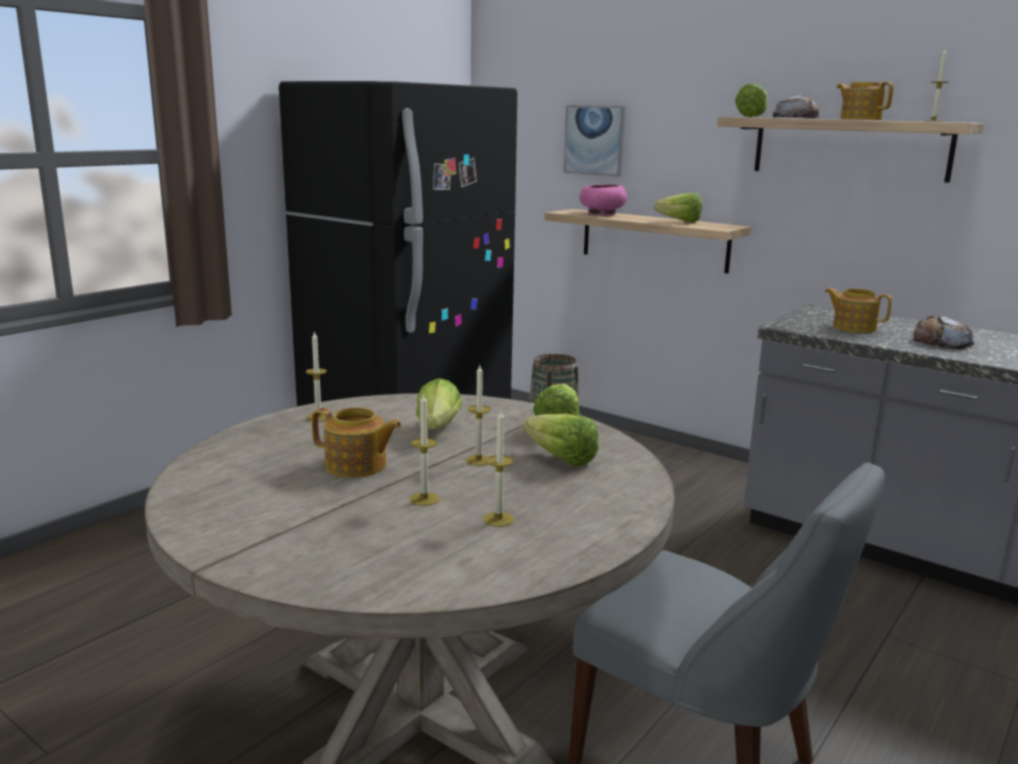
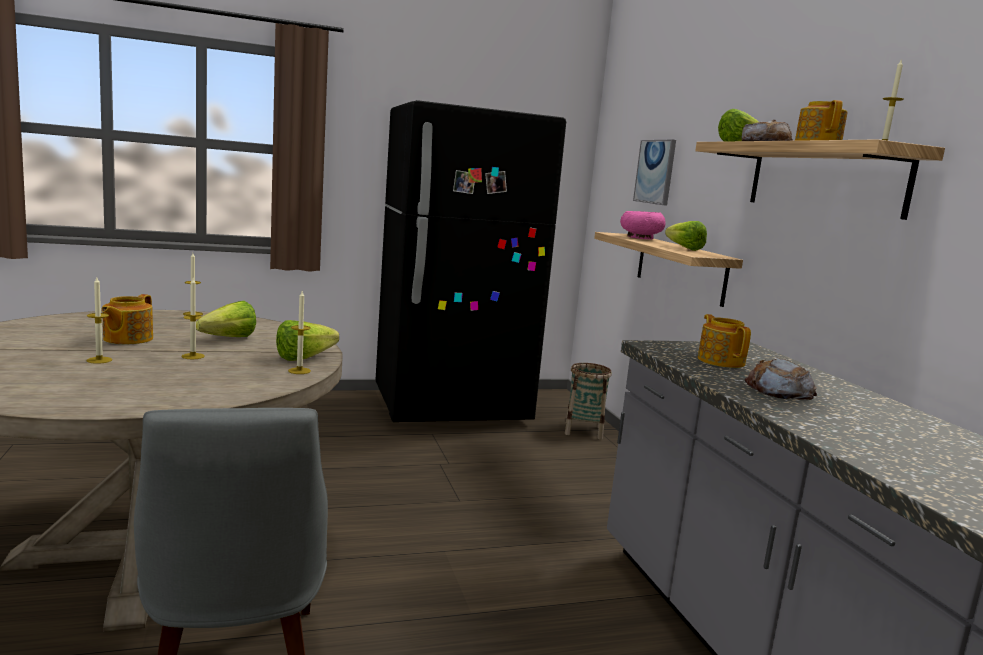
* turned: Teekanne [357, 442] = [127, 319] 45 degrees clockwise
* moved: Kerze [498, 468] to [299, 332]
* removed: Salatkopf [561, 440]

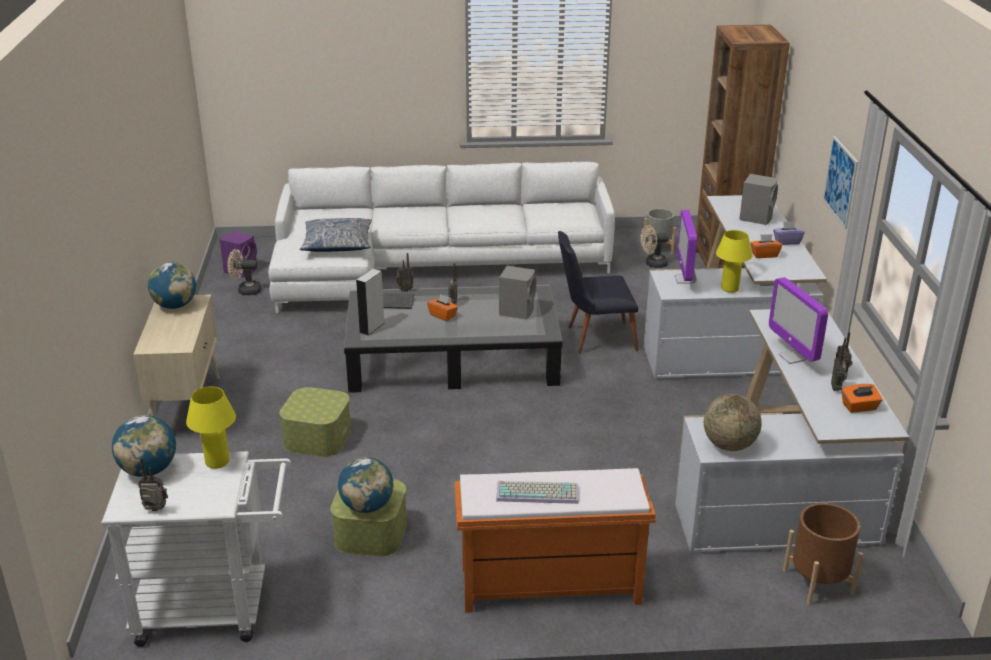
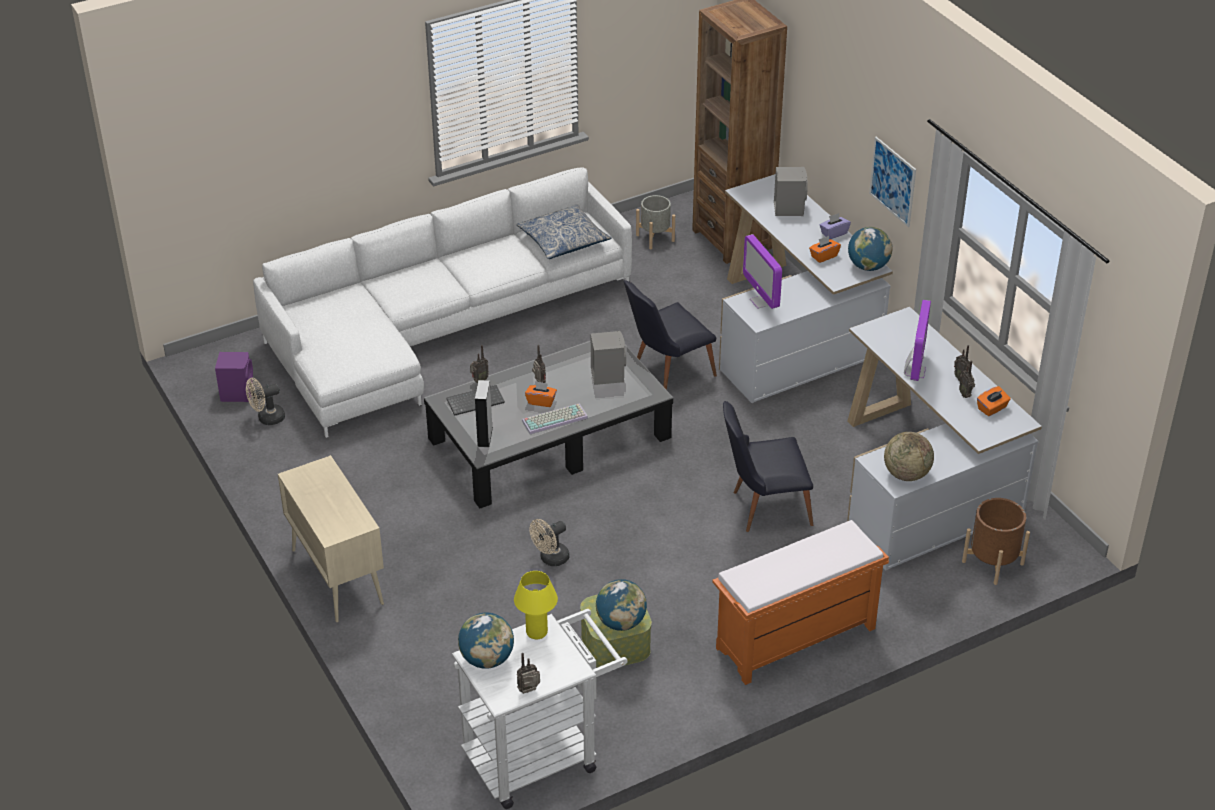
* moved: Globus [172, 285] to [870, 249]
* removed: Aufbewahrungsbox [315, 422]
* moved: Kissen [336, 235] to [564, 231]
* moved: Tastatur [537, 492] to [555, 418]
* moved: Ventilator/beige [654, 246] to [549, 542]
* removed: Tischlampe/gelb [734, 261]
* turned: Monitor [798, 320] = [917, 340] 120 degrees counterclockwise
* added: Stuhl/schwarz [768, 466]

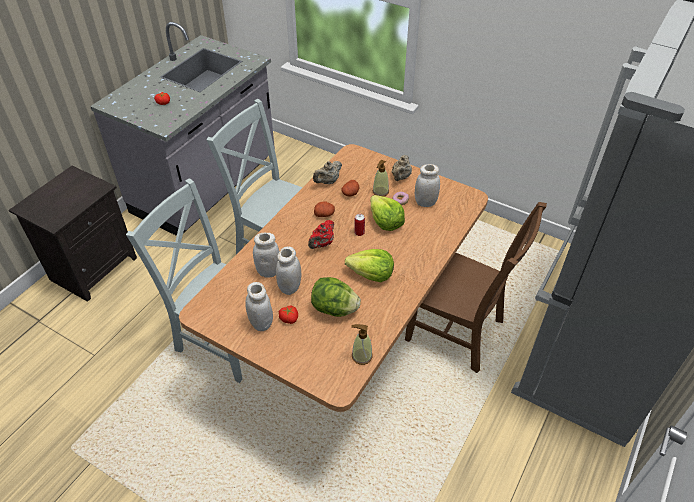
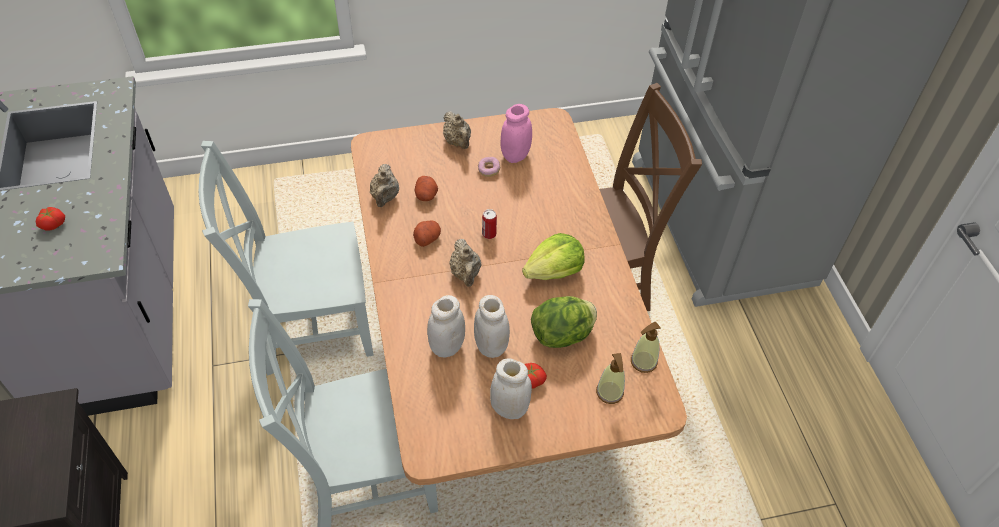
* recoloured: Teekanne/rot [321, 234] to Teekanne/beige [465, 263]
* removed: Salatkopf [387, 213]
* moved: Seifenspender [381, 178] to [610, 378]
* recoloured: Vorratsglas/weiß [427, 185] to Vorratsglas/rosa [516, 133]

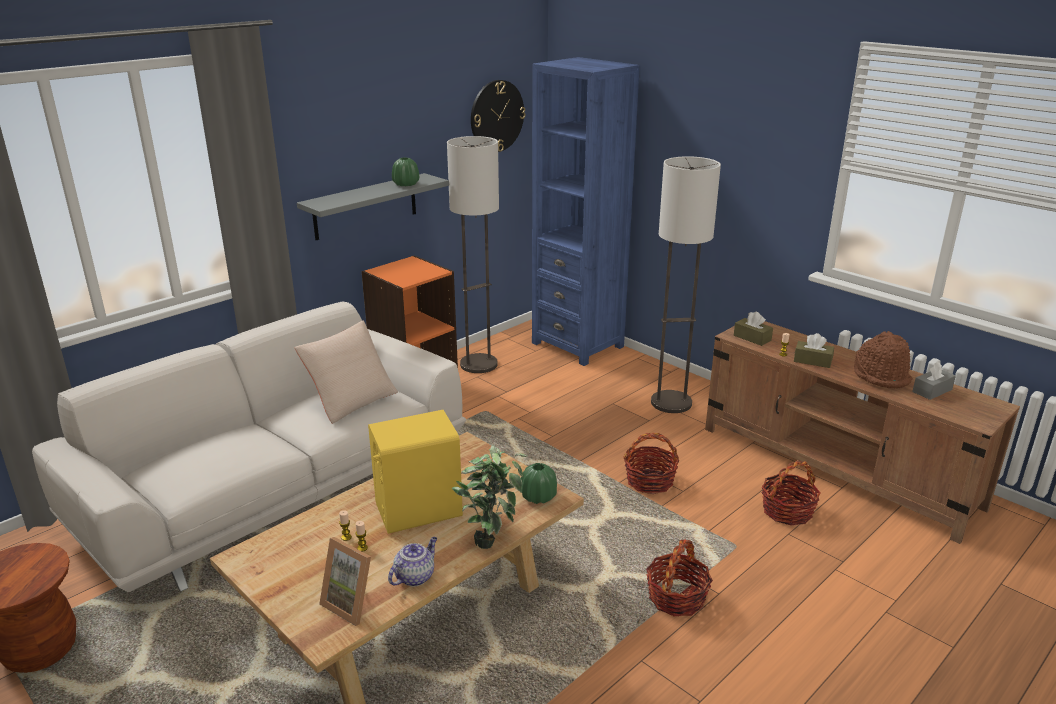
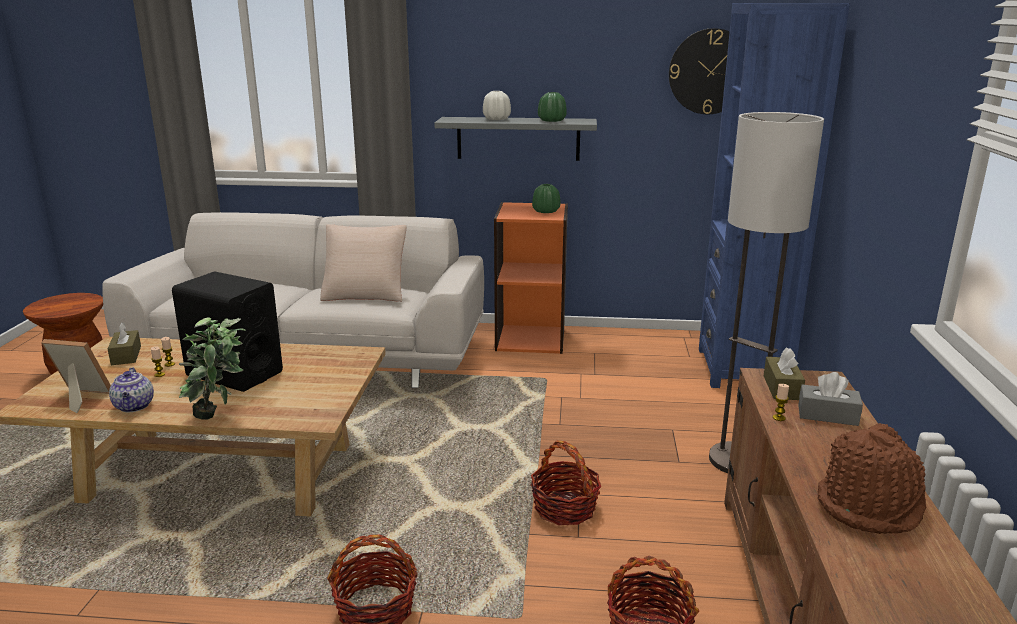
* turned: Bilderrahmen [345, 581] = [76, 376] 105 degrees clockwise
* recoloured: Lautsprecher/gelb [415, 472] to Lautsprecher/schwarz [227, 331]
* turned: Teekanne [412, 562] = [131, 389] 75 degrees clockwise
* removed: Stehlampe [473, 254]
* moved: Vase/grün [539, 483] to [546, 198]
* moved: Taschentuchbox/braun [814, 350] to [124, 343]
* moved: Taschentuchbox/grau [934, 381] to [830, 399]
* added: Vase/weiß [497, 105]

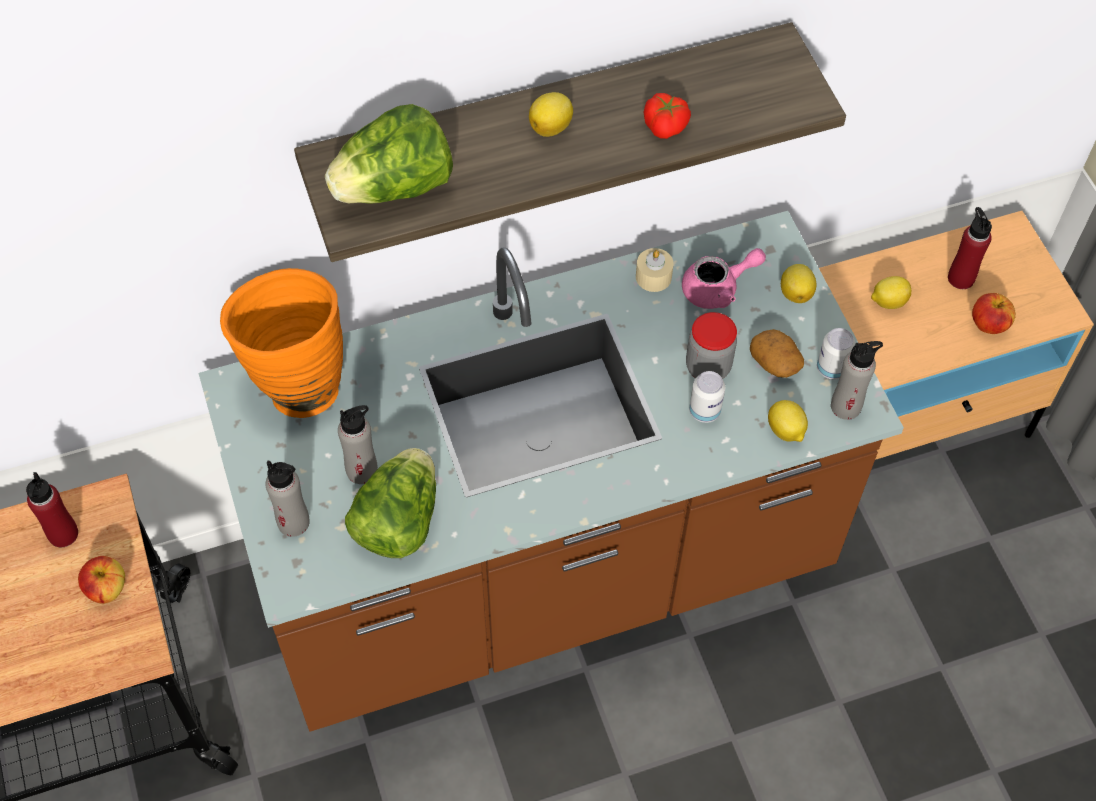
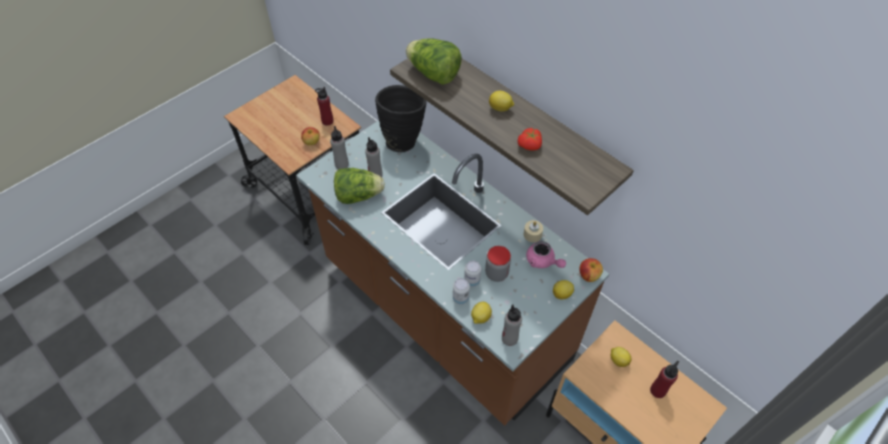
* recoloured: Vase/orange [281, 343] to Vase/schwarz [401, 118]
* removed: Kartoffel [777, 353]
* moved: Dose [836, 354] to [461, 291]
* moved: Apfel [994, 313] to [591, 270]

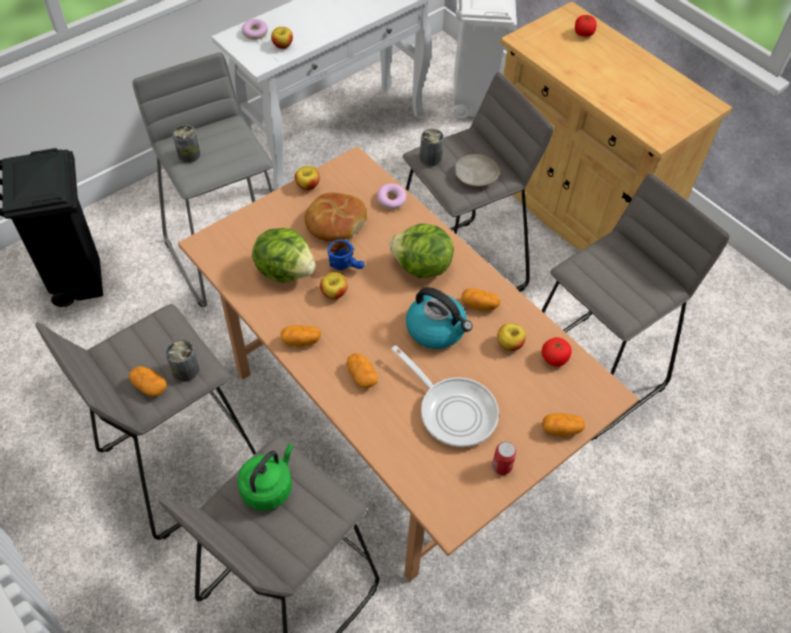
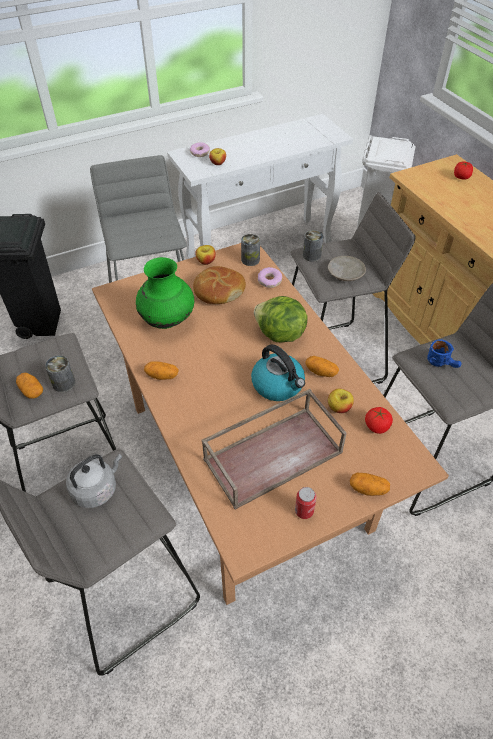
* moved: Dose [186, 144] to [250, 250]
* recoloured: Wasserkessel/grün [265, 477] to Wasserkessel/grau [94, 481]
* replaced: Salatkopf [284, 255] to Vase/grün [165, 293]
* removed: Apfel [334, 285]
* moved: Henkelbecher/blau [346, 254] to [444, 353]
* removed: Kartoffel [362, 371]
* replaced: Pfanne [445, 396] to Tablett/braun [274, 449]

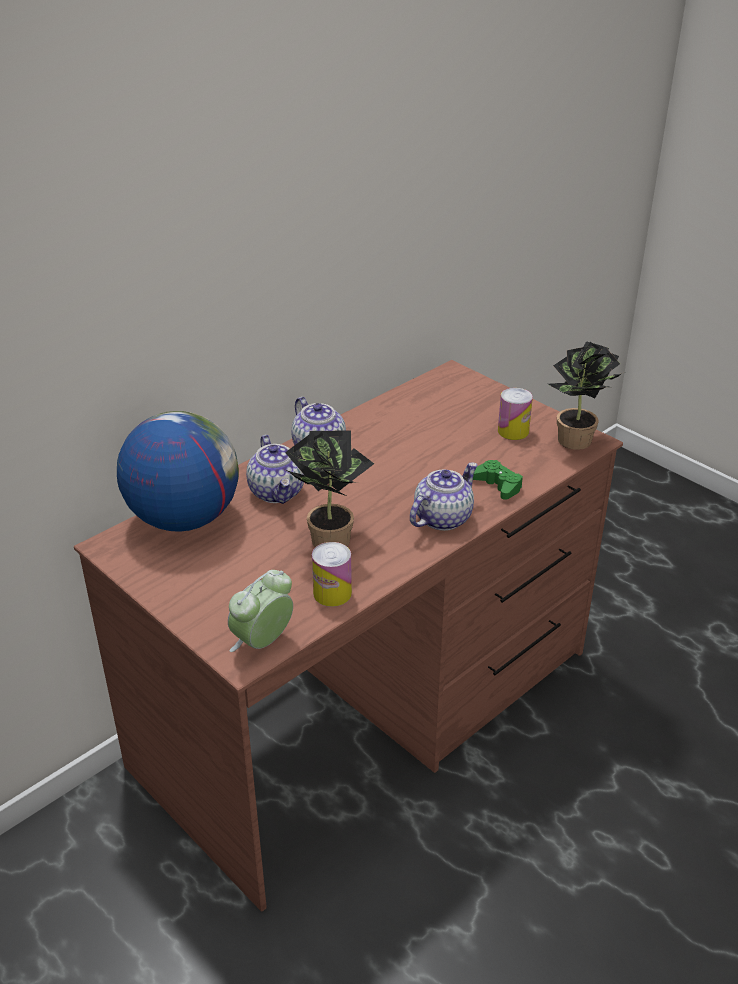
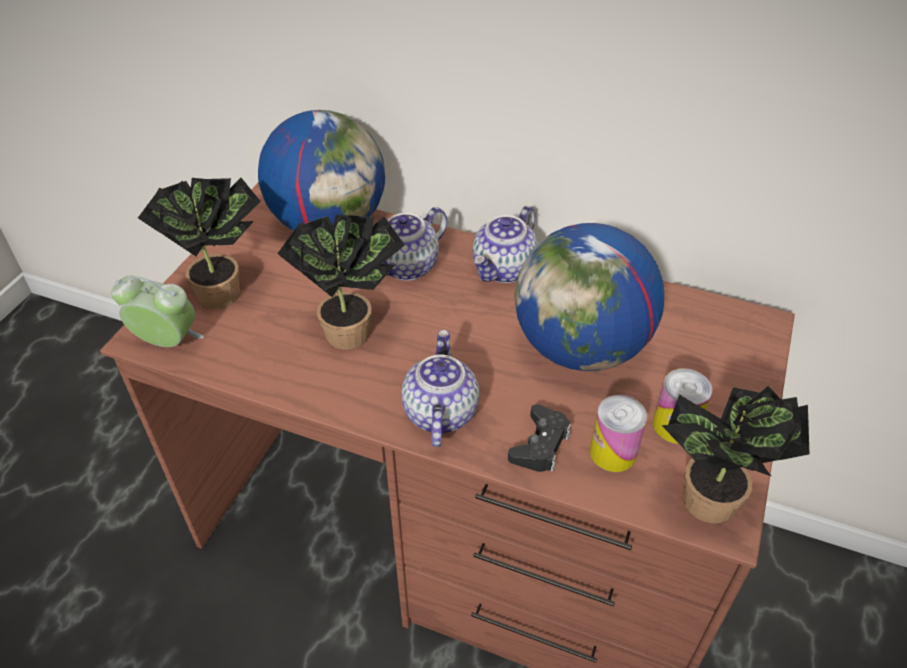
* moved: Dose [332, 574] to [618, 433]
* turned: Teekanne [444, 496] = [440, 388] 105 degrees counterclockwise
* recoloured: Gamepad/grün [498, 480] to Gamepad/schwarz [539, 438]
* added: Topfpflanze [199, 243]
* added: Globus [589, 297]

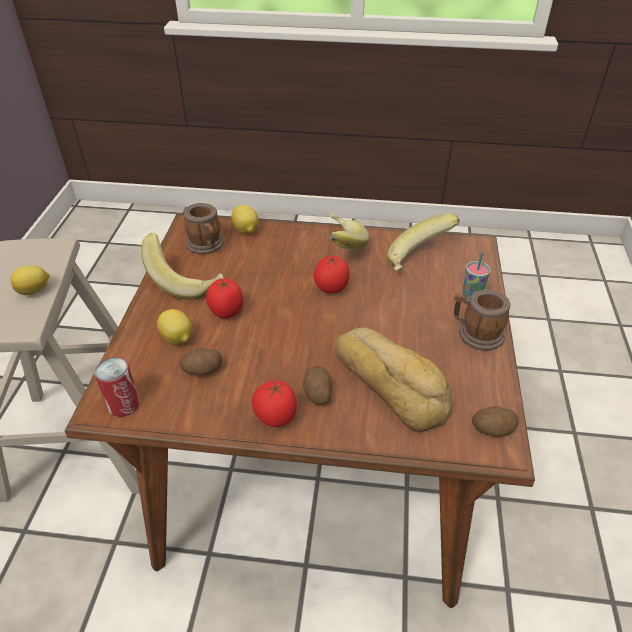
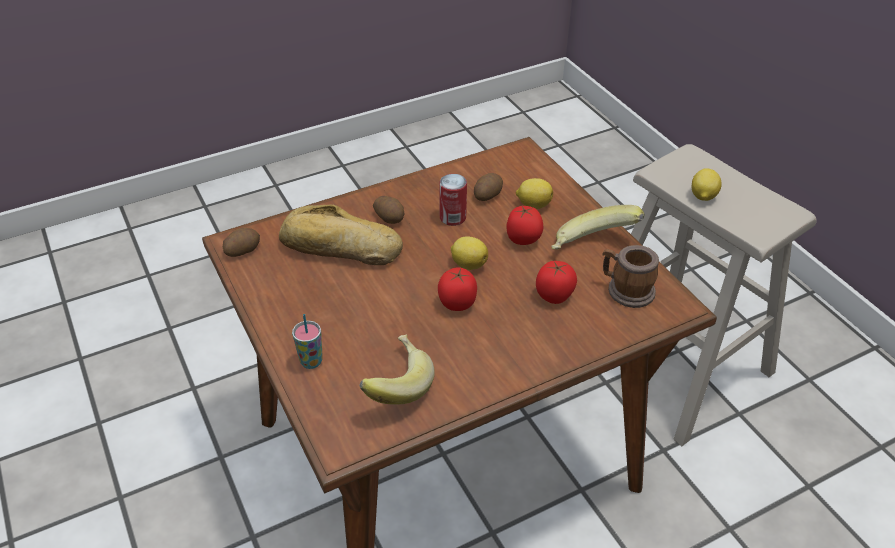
* moved: Dose [117, 387] to [453, 200]
* moved: Zitrone [245, 219] to [469, 253]
* moved: Tomate [274, 403] to [556, 282]
* removed: Banane [349, 232]
* removed: Henkelbecher [482, 320]

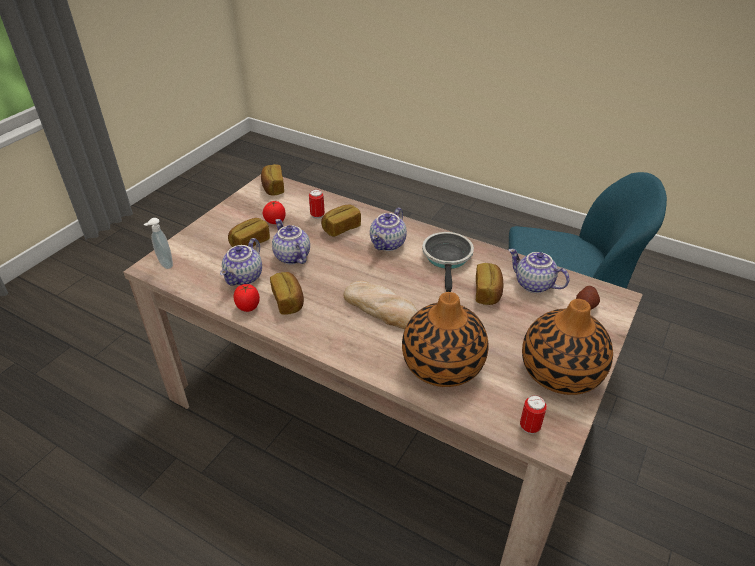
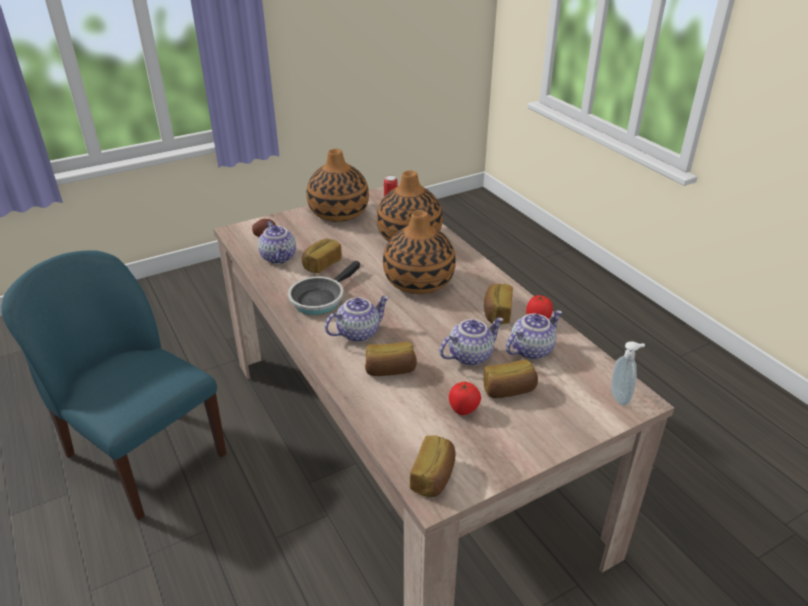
* turned: Teekanne [291, 241] = [471, 341] 120 degrees counterclockwise
* removed: Dose [317, 204]
* replaced: Brot [381, 305] to Vase [419, 252]

